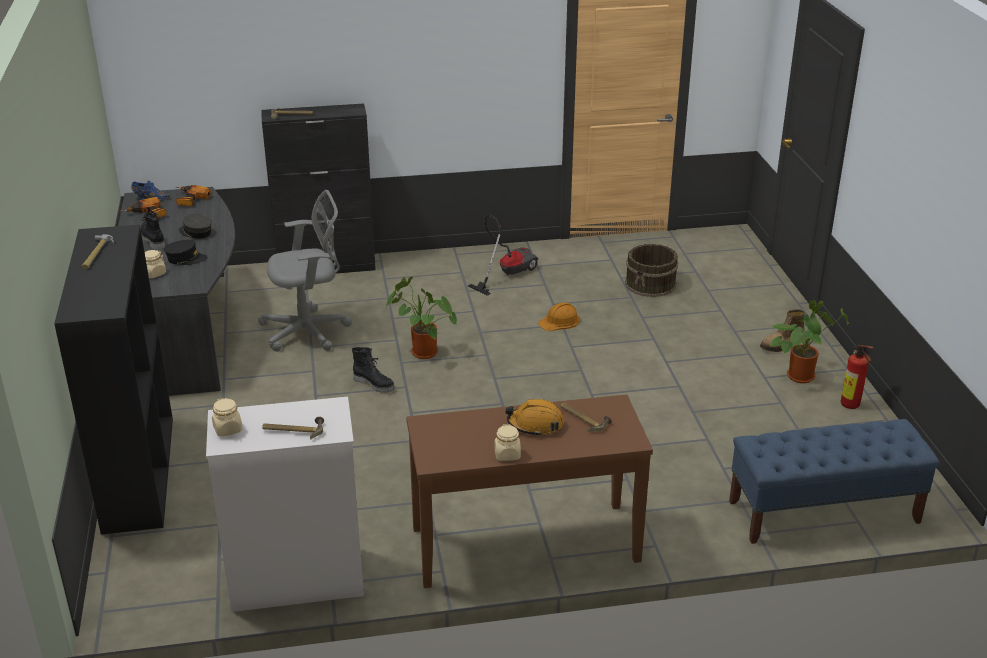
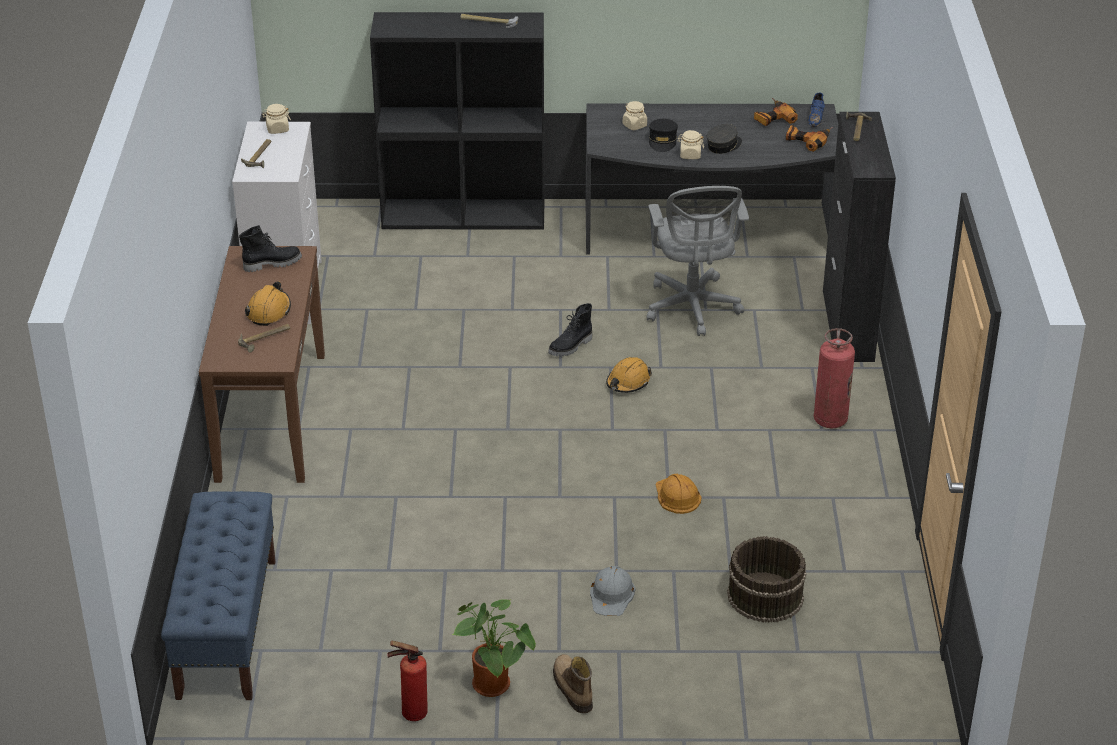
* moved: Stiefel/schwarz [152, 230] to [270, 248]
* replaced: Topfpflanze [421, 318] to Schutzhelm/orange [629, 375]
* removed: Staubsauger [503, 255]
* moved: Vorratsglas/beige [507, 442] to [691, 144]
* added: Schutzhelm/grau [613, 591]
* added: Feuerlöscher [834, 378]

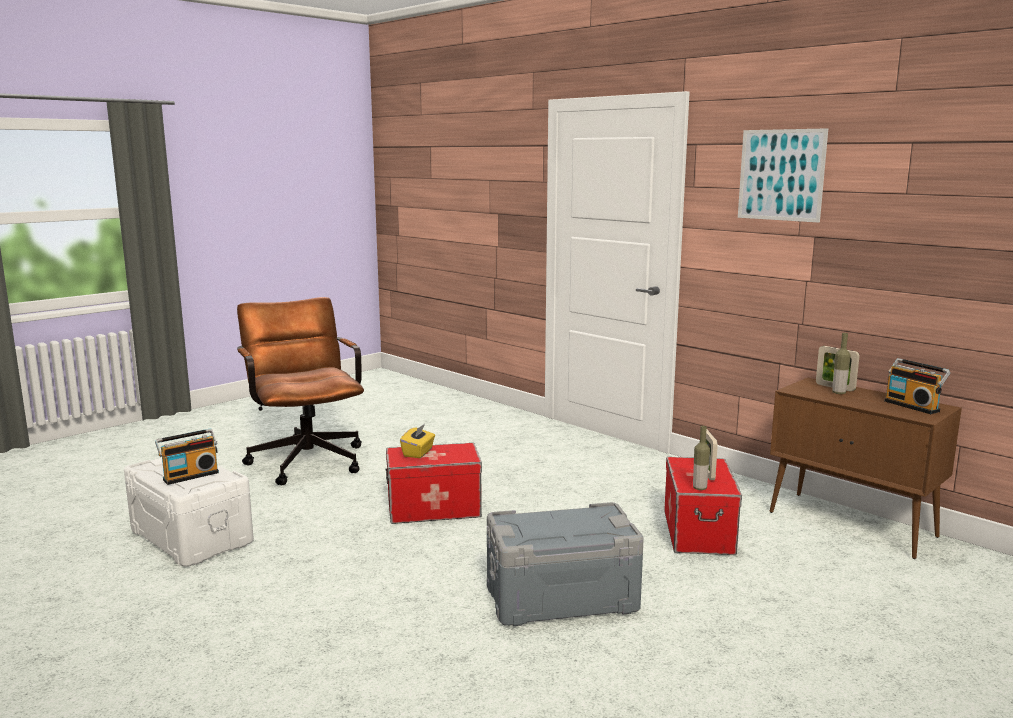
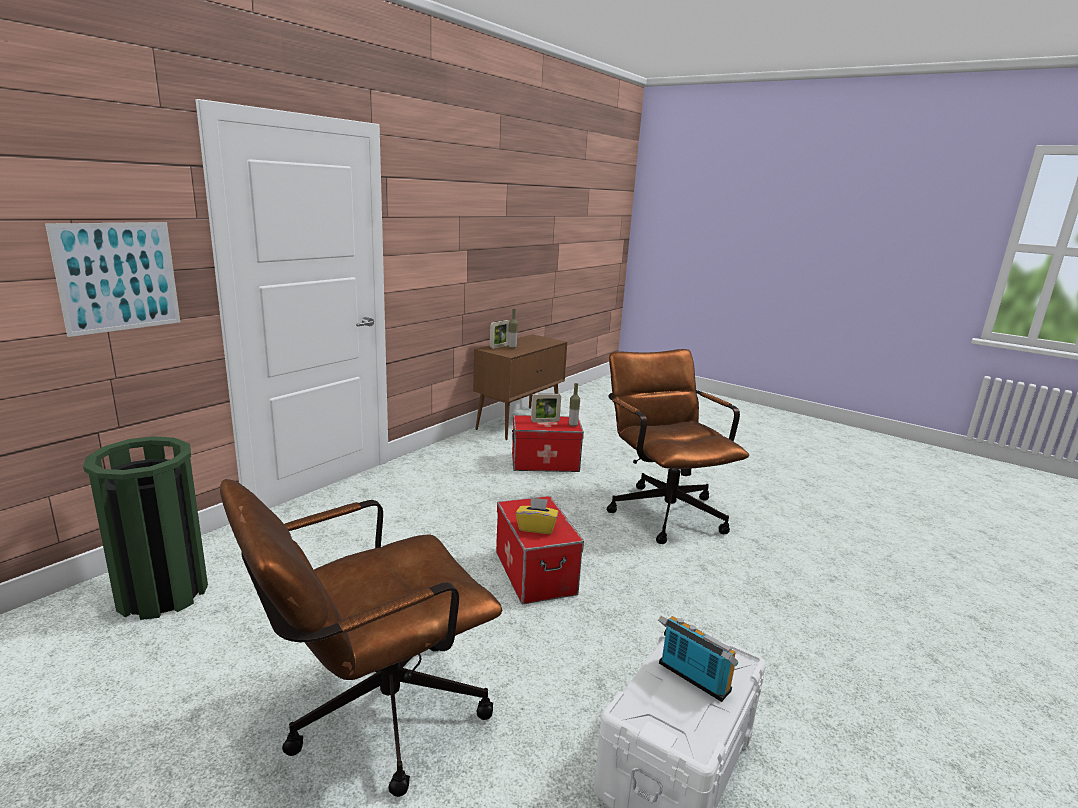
* replaced: Aufbewahrungsbox/grau [565, 564] to Bürostuhl/braun [678, 446]
* moved: Bild [783, 175] to [112, 279]
* removed: Radio [917, 386]
* added: Mülleimer/grün [145, 528]

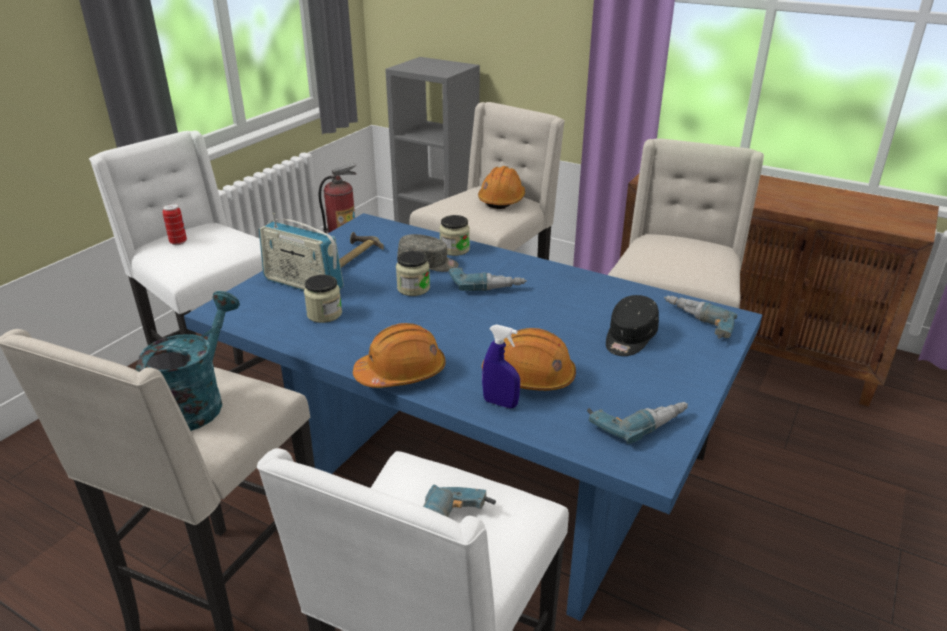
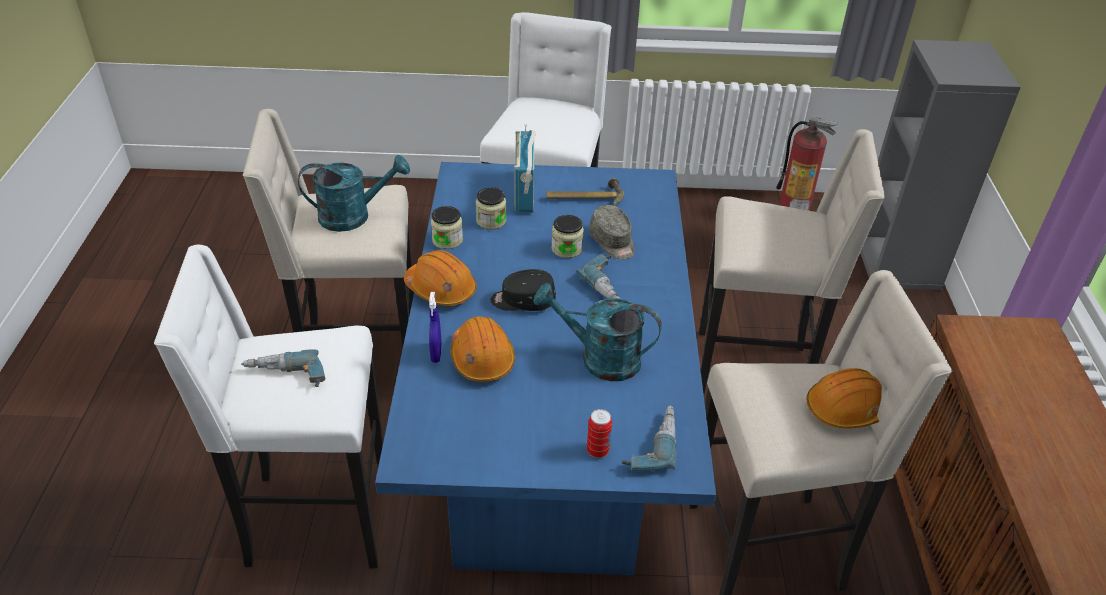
* moved: Dose [174, 224] to [599, 433]
* moved: Vorratsglas [454, 235] to [447, 227]
* moved: Schutzhelm/orange [501, 187] to [844, 398]
* removed: Bohrmaschine [637, 423]
* moved: Kappe/schwarz [632, 325] to [523, 290]
* added: Gießkanne/türkis [597, 332]

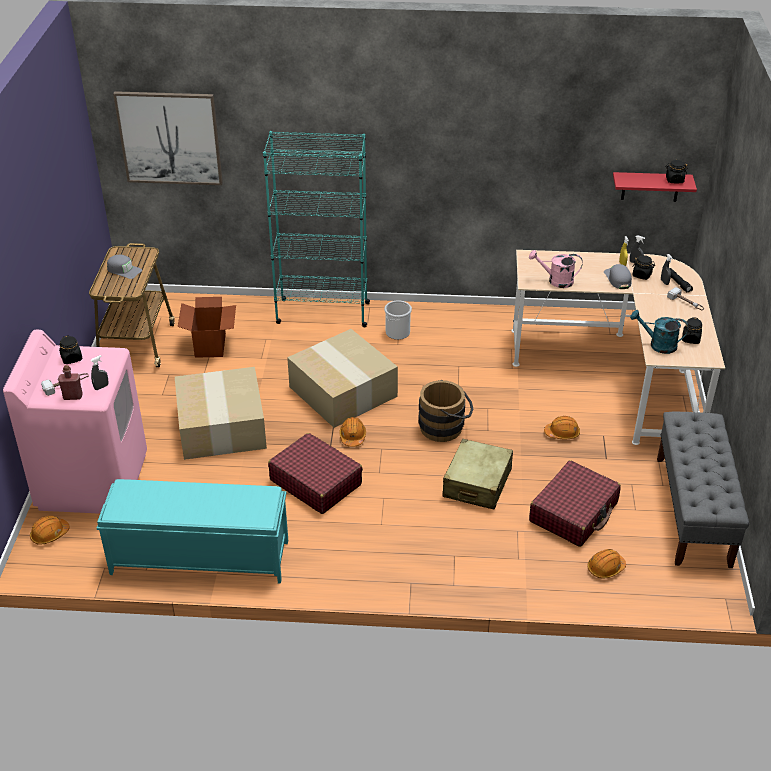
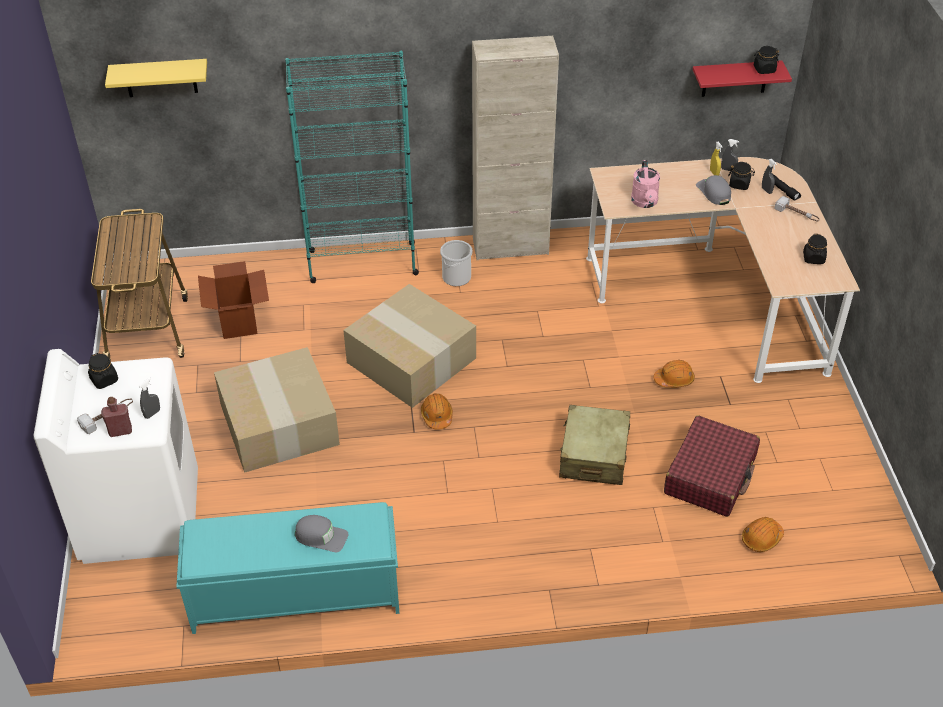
* recoloured: Waschmaschine/rosa [75, 422] to Waschmaschine/weiß [116, 456]
* removed: Schutzhelm/orange [49, 530]
* moved: Kappe/grau [124, 267] to [321, 533]
* replaced: Bild [168, 138] to Wandregal/gelb [156, 78]
* removed: Koffer/rot [315, 473]
* removed: Eimer/braun [445, 411]
* turned: Gießkanne/rosa [556, 269] = [645, 184] 90 degrees counterclockwise
* removed: Gießkanne/türkis [659, 332]
* removed: Bank/grau [703, 490]
* added: Schrank/beige [515, 148]

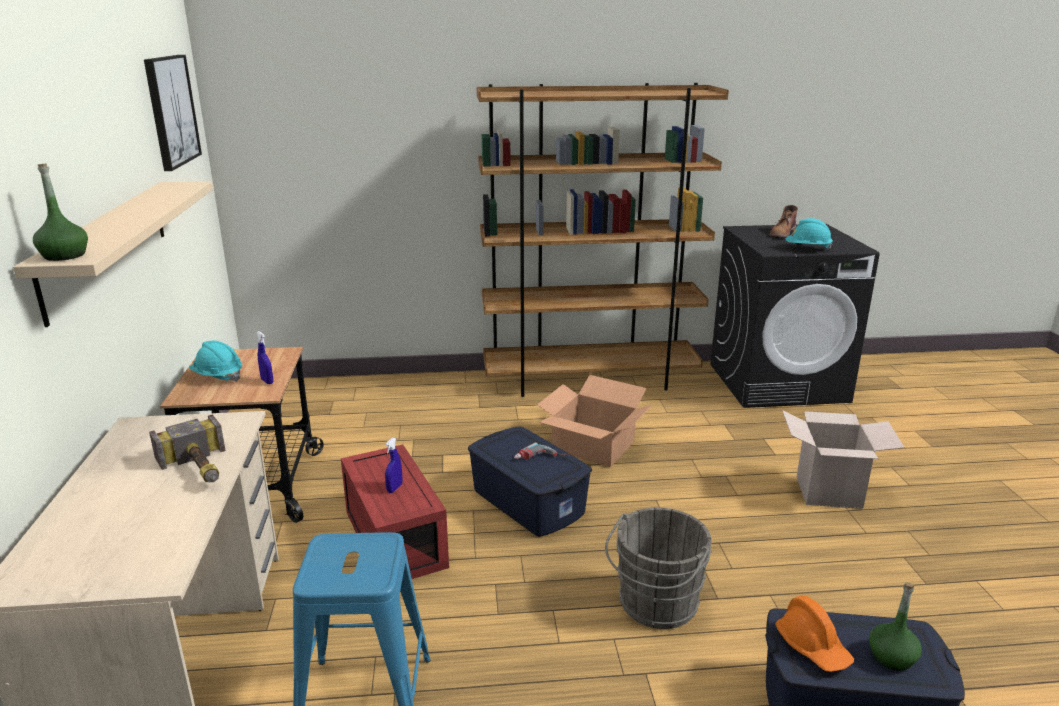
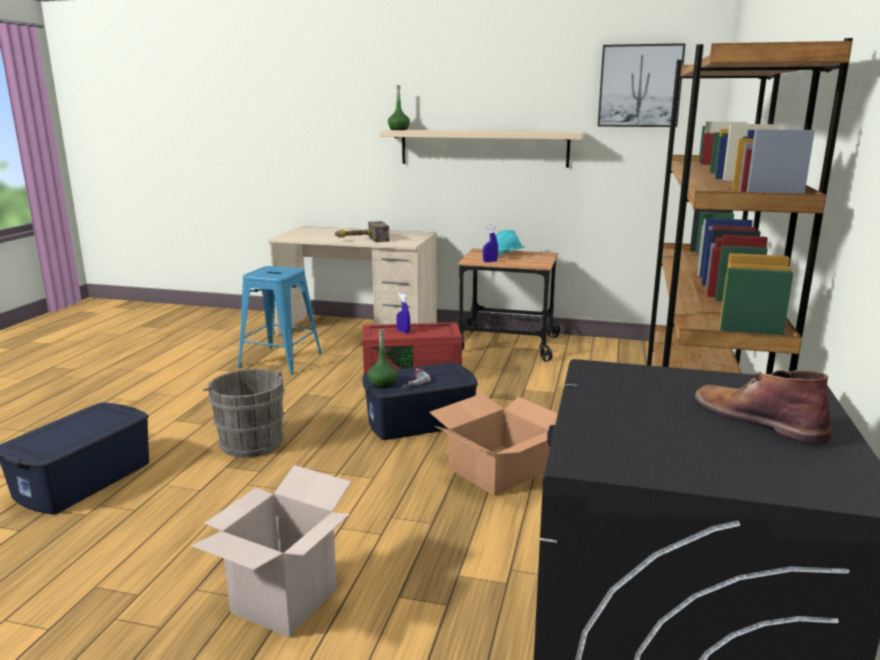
* removed: Schutzhelm/orange [814, 633]
* removed: Schutzhelm/türkis [809, 234]
* moved: Flasche/grün [895, 626] to [383, 358]

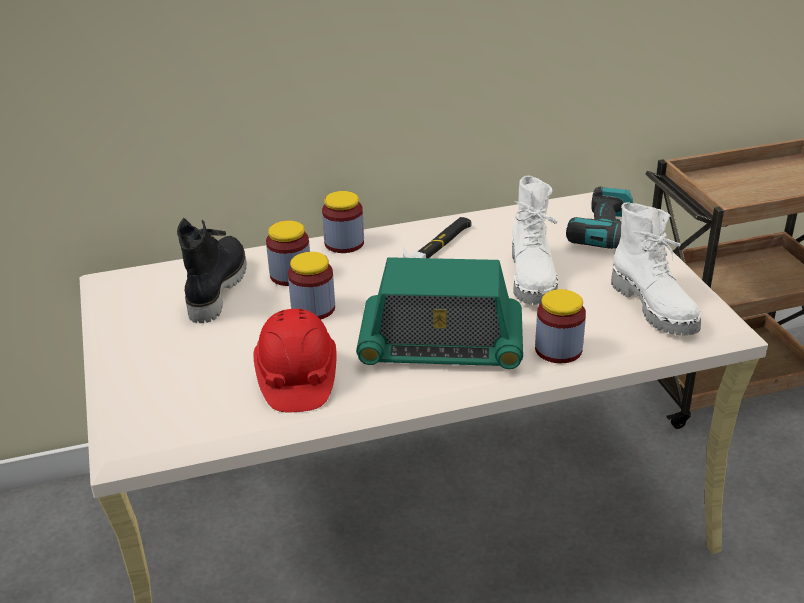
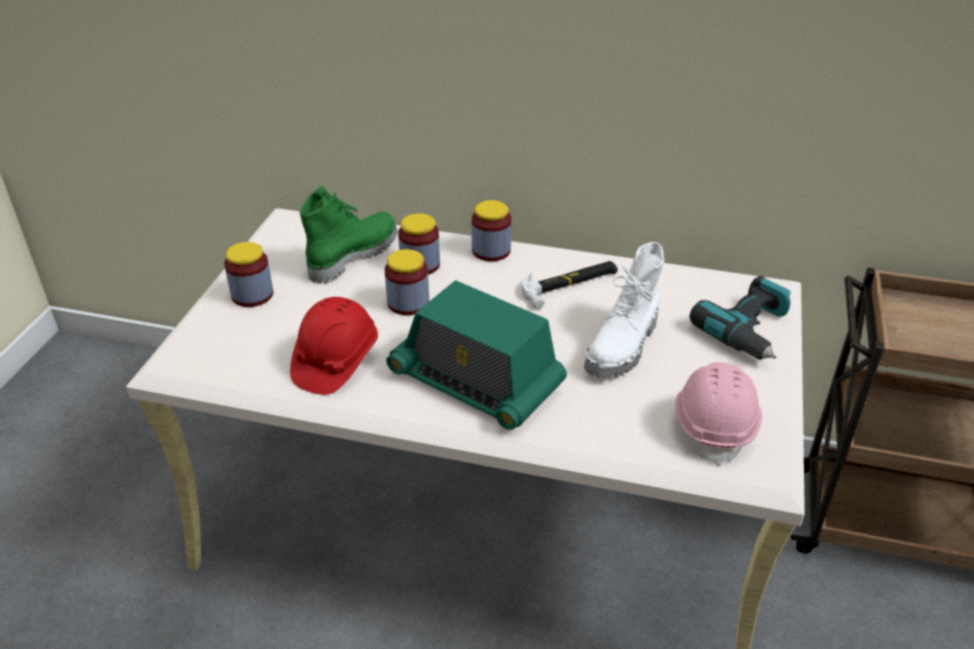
* recoloured: Stiefel/schwarz [212, 270] to Stiefel/grün [348, 235]
* moved: Vorratsglas [560, 326] to [248, 274]
* replaced: Stiefel/weiß [656, 268] to Schutzhelm/rosa [719, 414]

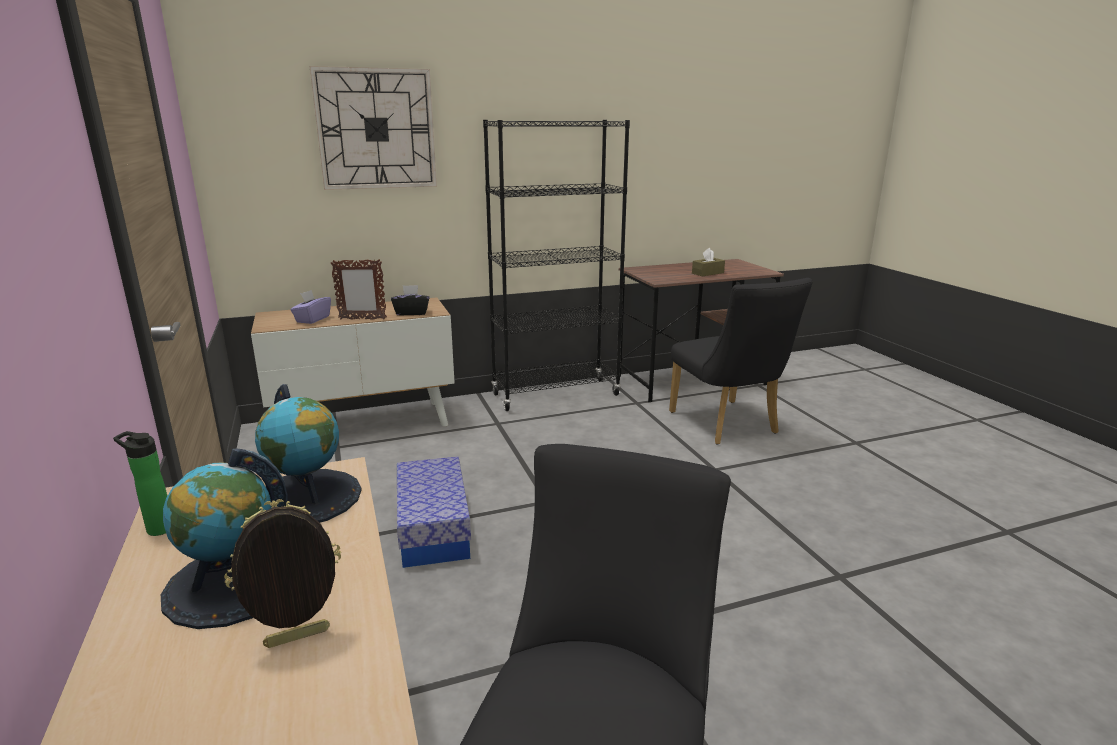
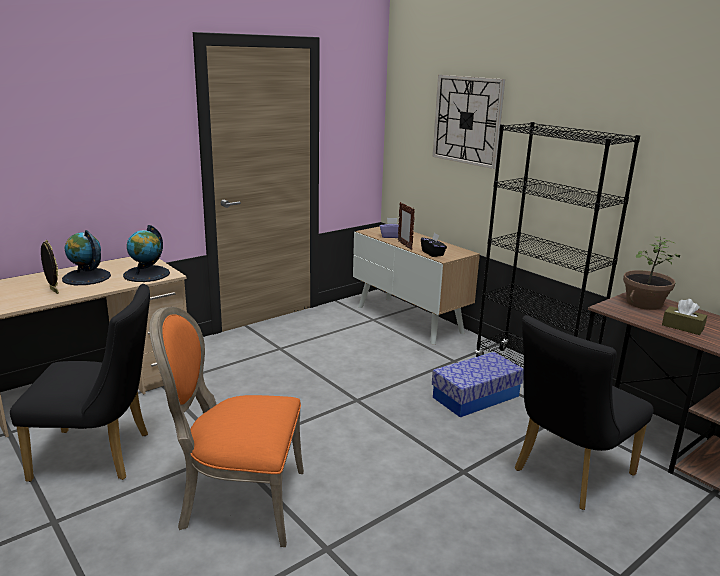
* removed: Flasche [140, 483]
* moved: Aufbewahrungsbox [434, 512] to [478, 384]
* added: Stuhl/orange [226, 427]
* added: Topfpflanze [651, 273]

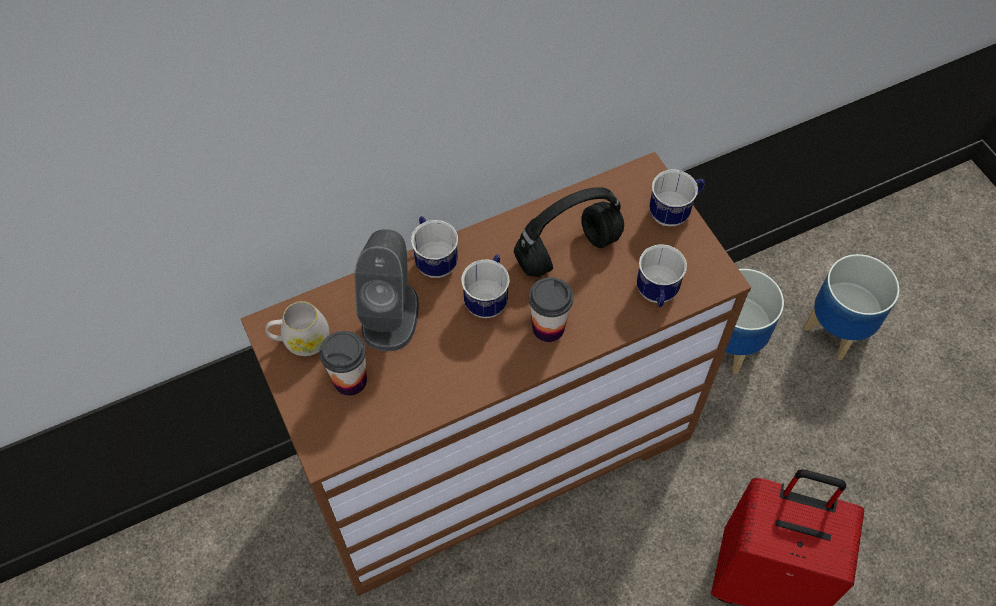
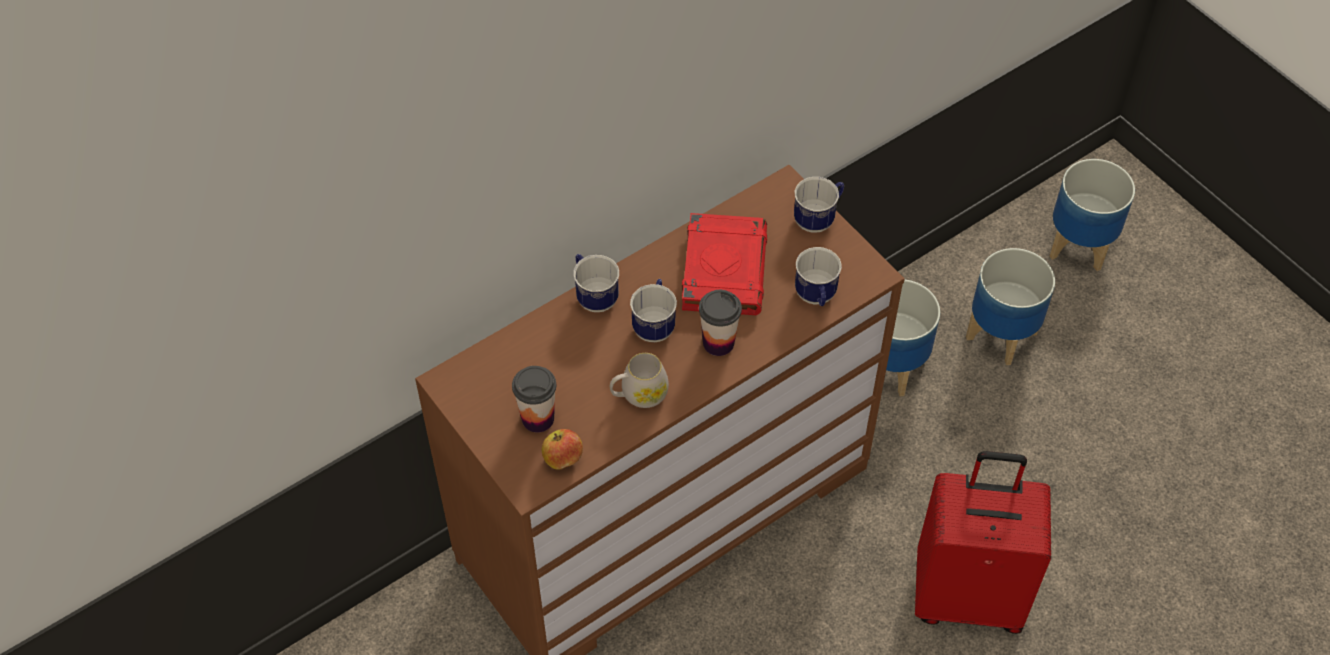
* moved: Henkelbecher/weiß [297, 328] to [639, 380]
* removed: Lautsprecher/grau [386, 290]
* replaced: Kopfhörer/schwarz [569, 232] to Buch/rot [724, 264]
* added: Apfel [562, 449]
* added: Pflanzkübel [1092, 215]

